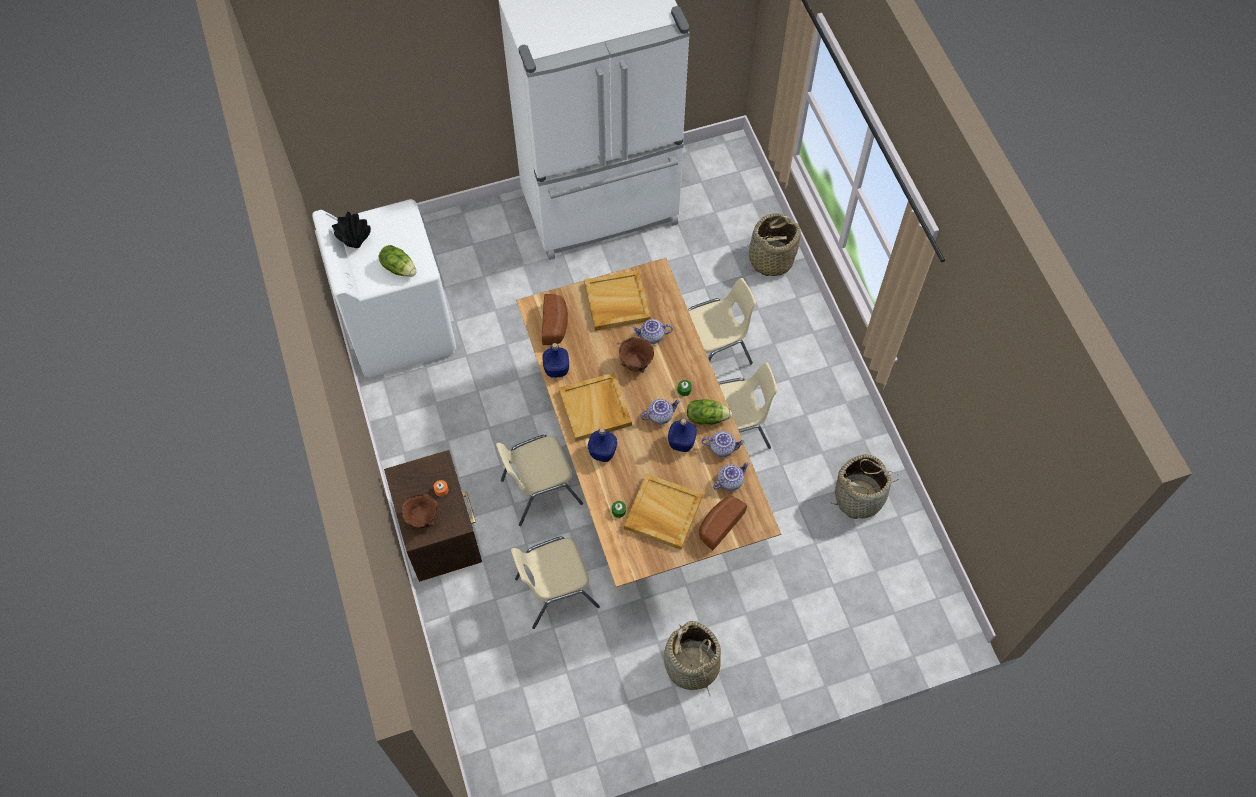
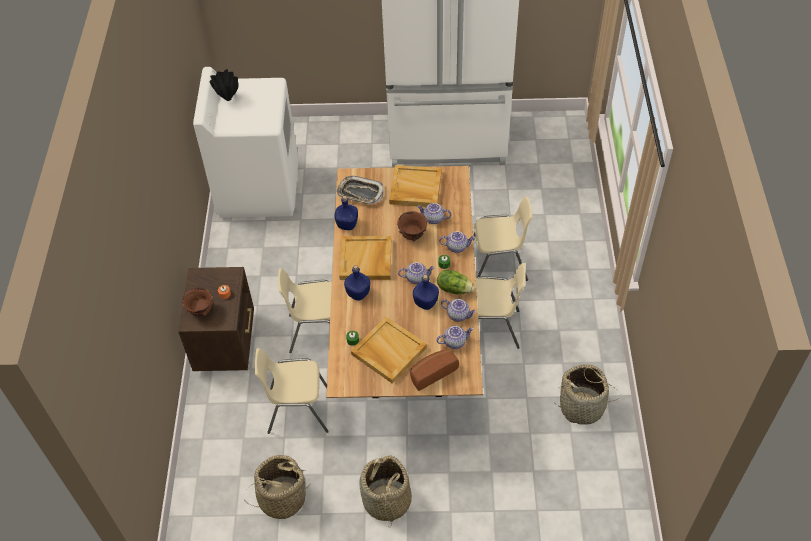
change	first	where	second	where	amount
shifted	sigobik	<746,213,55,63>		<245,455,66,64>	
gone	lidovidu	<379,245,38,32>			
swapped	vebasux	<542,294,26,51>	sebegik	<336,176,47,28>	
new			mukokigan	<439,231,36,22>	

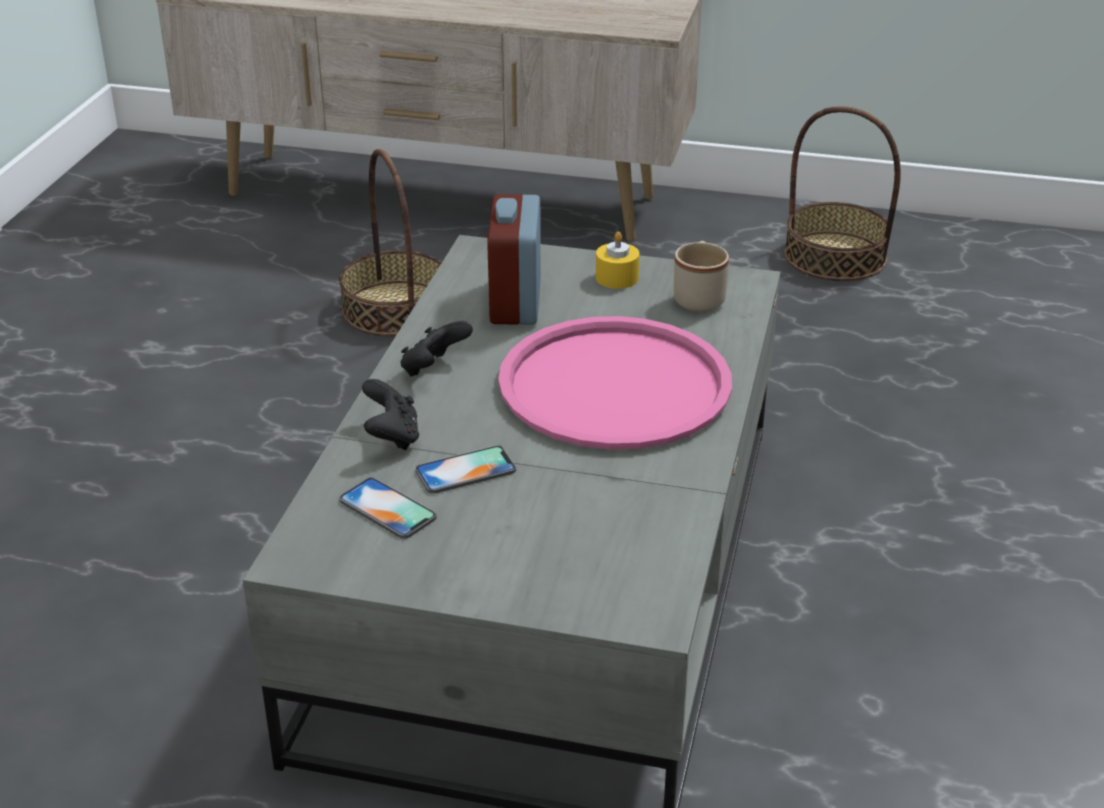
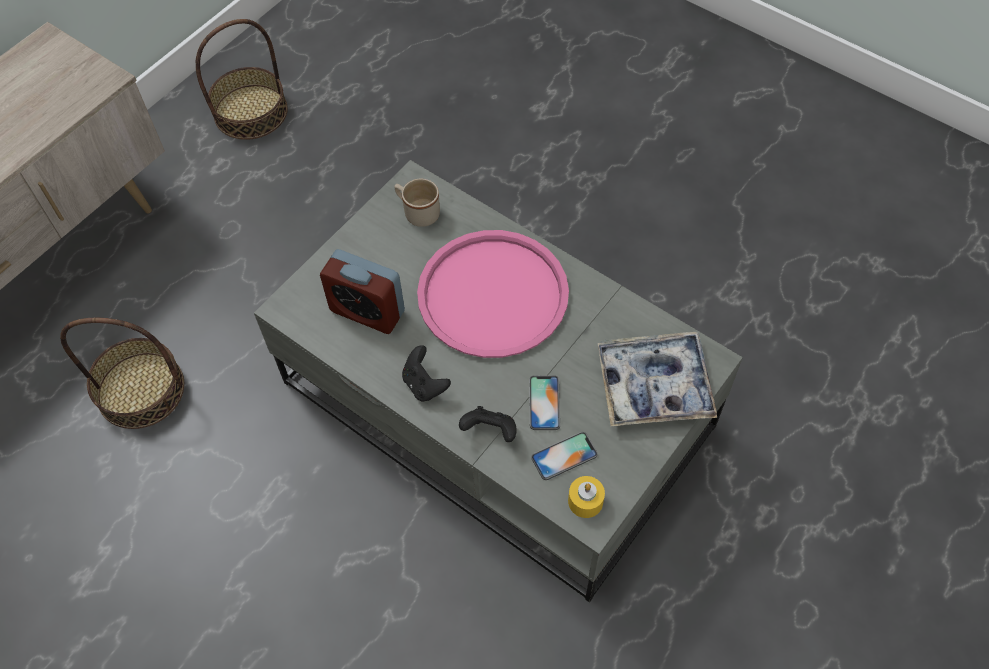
change	first	where	second	where	amount
shifted	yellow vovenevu	<596,231,44,58>		<568,476,37,42>	
new			sebegik	<597,332,120,94>	

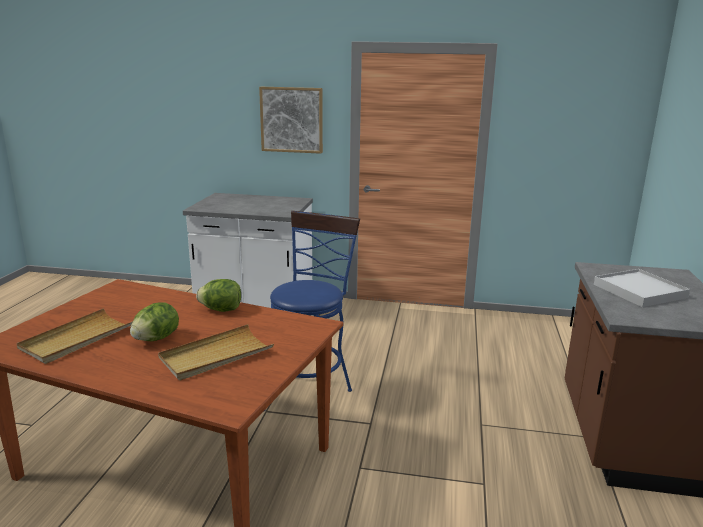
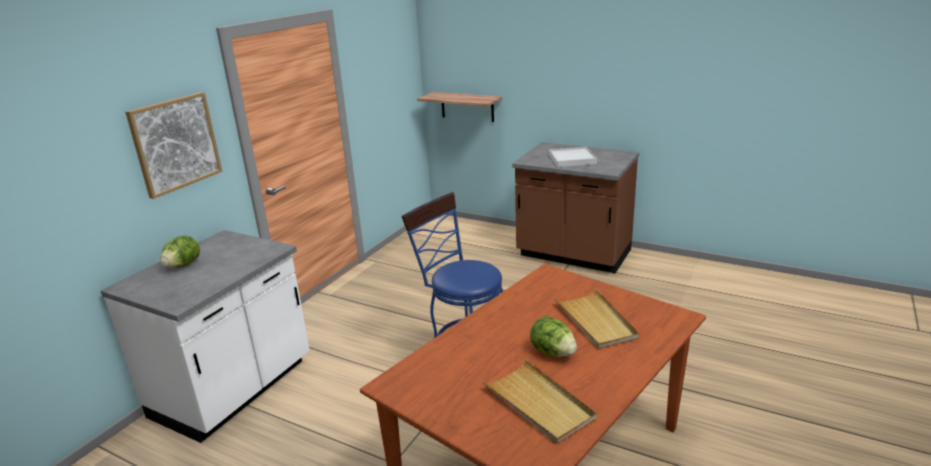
change	first	where	second	where	amount
shifted	lidovidu	<196,279,45,33>		<160,235,40,33>	
new			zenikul	<417,92,85,30>	

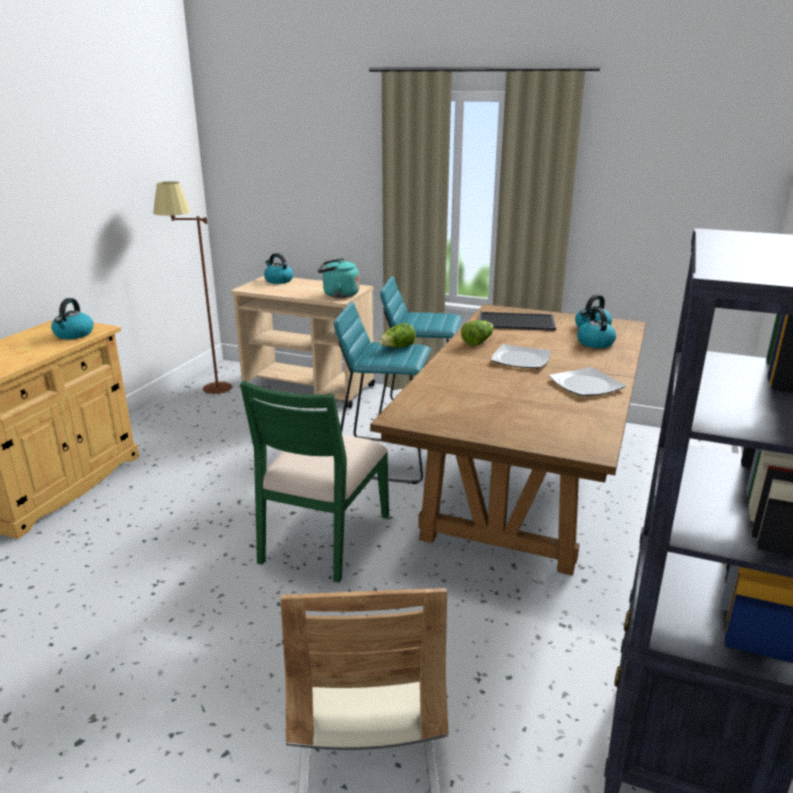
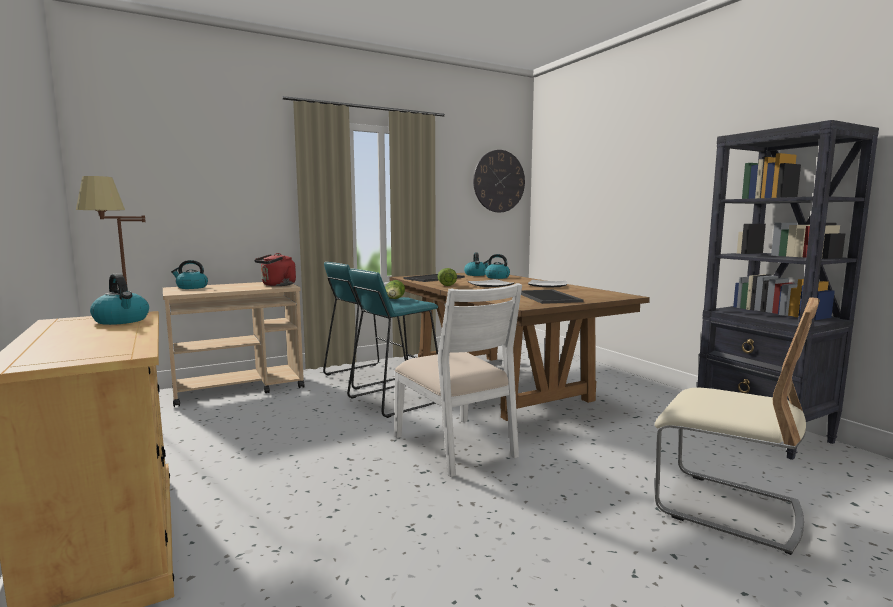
change	first	where	second	where	amount
repainted	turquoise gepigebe	<318,258,41,40>	red gepigebe	<254,253,42,33>	
repainted	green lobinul	<240,381,149,202>	white lobinul	<394,283,128,194>	
new			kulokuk	<473,150,52,62>	
new			sebegik	<521,290,62,14>	

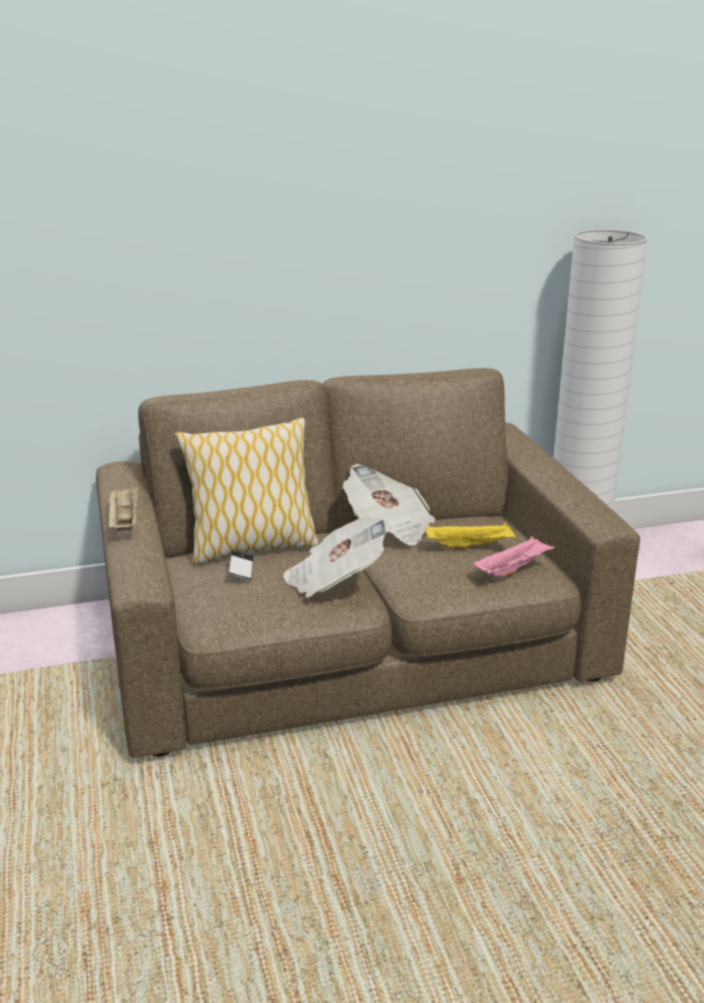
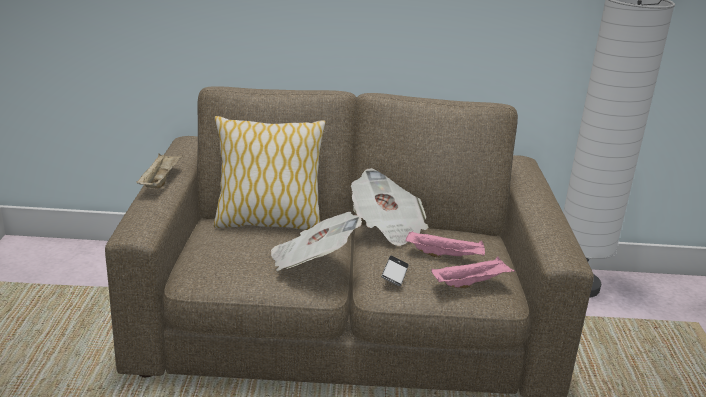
change	first	where	second	where	amount
repainted	yellow sebegik	<426,522,90,28>	pink sebegik	<406,231,79,27>	
shifted	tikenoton	<228,551,26,30>		<381,256,28,30>	

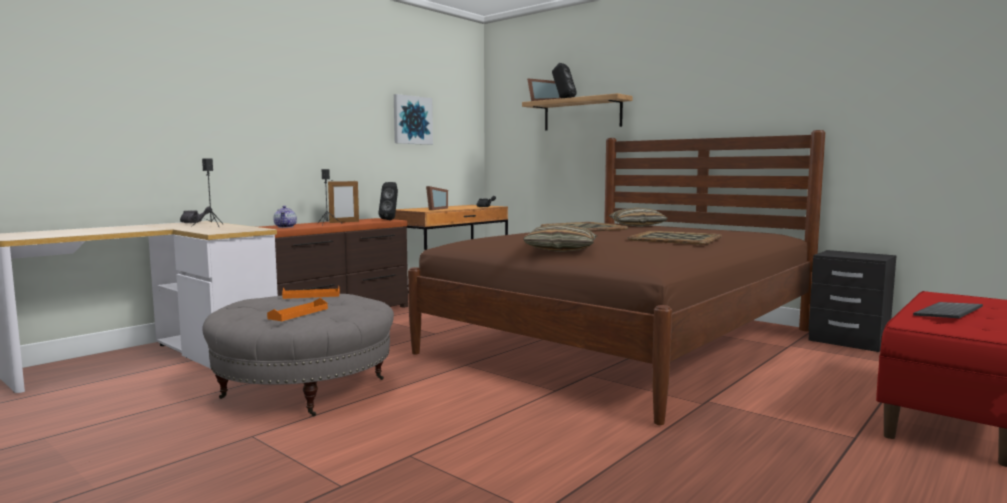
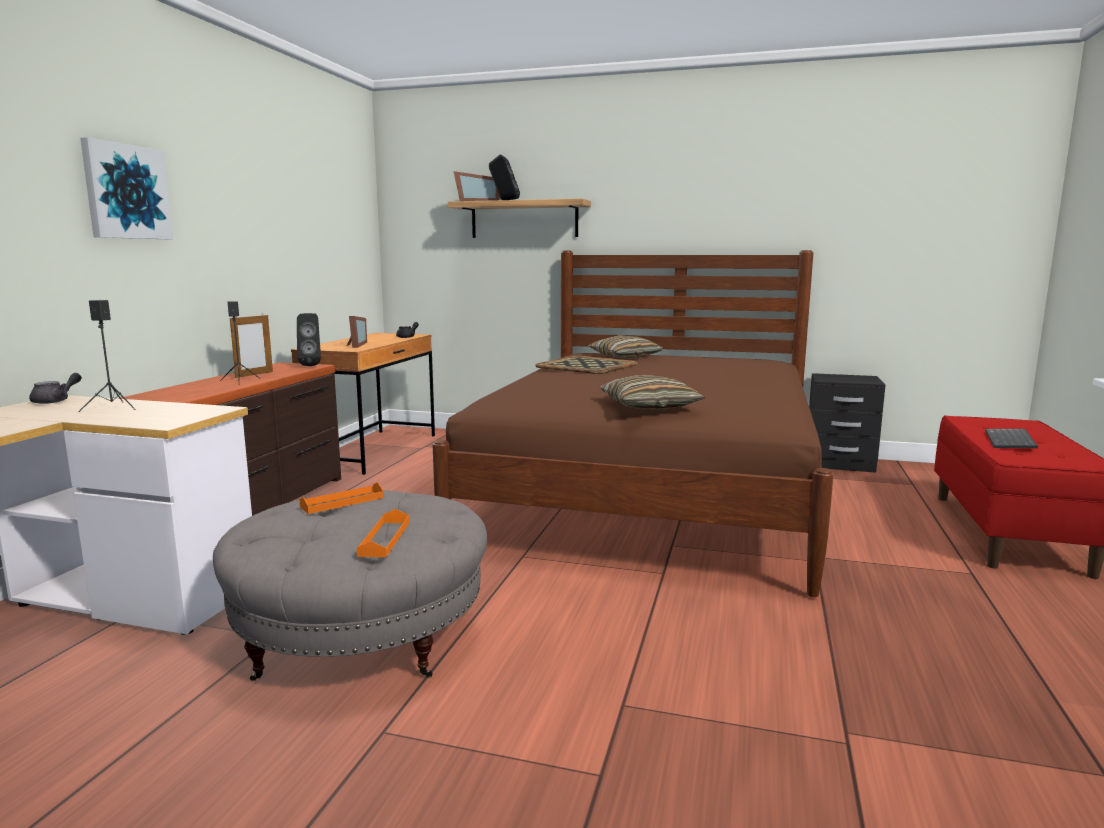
change	first	where	second	where	amount
shifted	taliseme	<394,94,39,51>		<80,137,93,102>	
gone	mukokigan	<273,206,24,22>			
gone	sebegik	<627,231,95,14>			

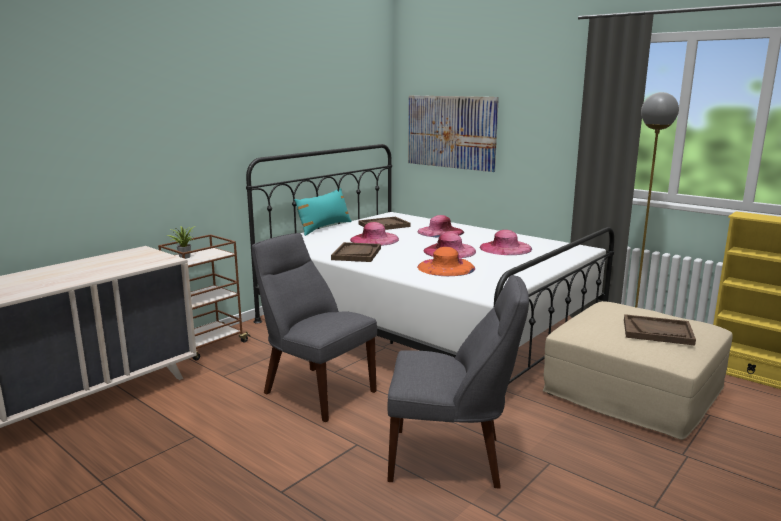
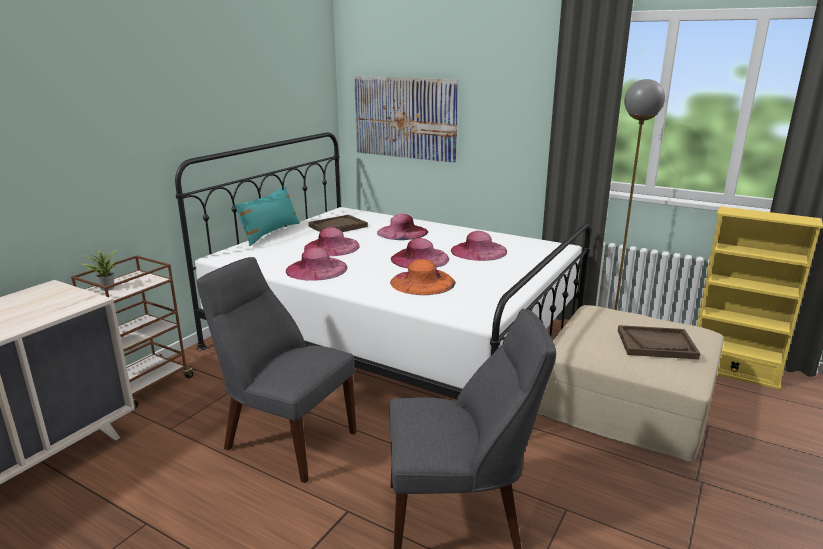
change	first	where	second	where	amount
swapped	brown sebegik	<331,242,50,20>	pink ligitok	<286,247,61,34>	

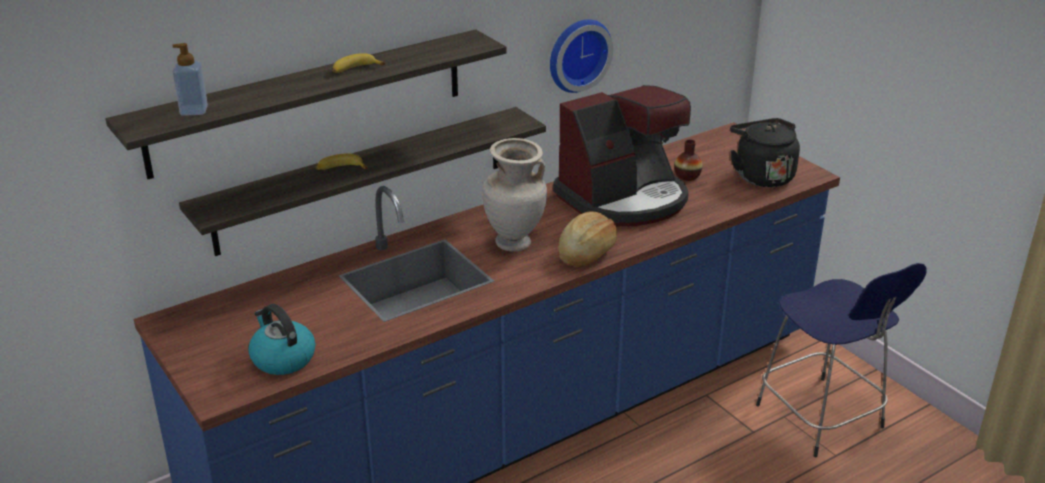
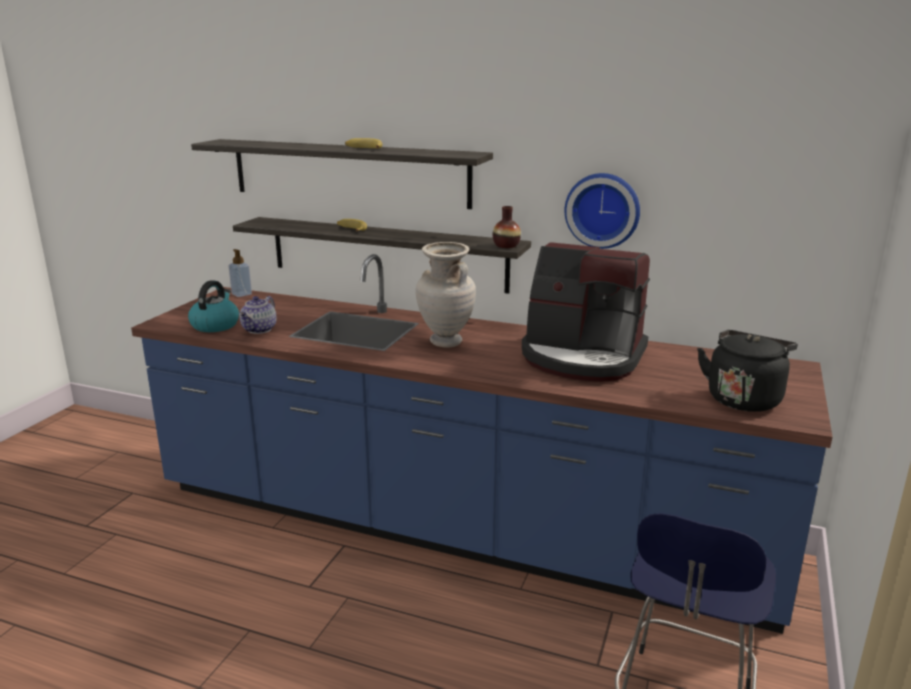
change	first	where	second	where	amount
shifted	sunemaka	<172,43,36,73>		<229,249,23,48>	
shifted	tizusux	<674,140,28,41>		<493,206,28,42>	
gone	vebasux	<558,211,59,56>			
new			mukokigan	<239,296,38,38>	

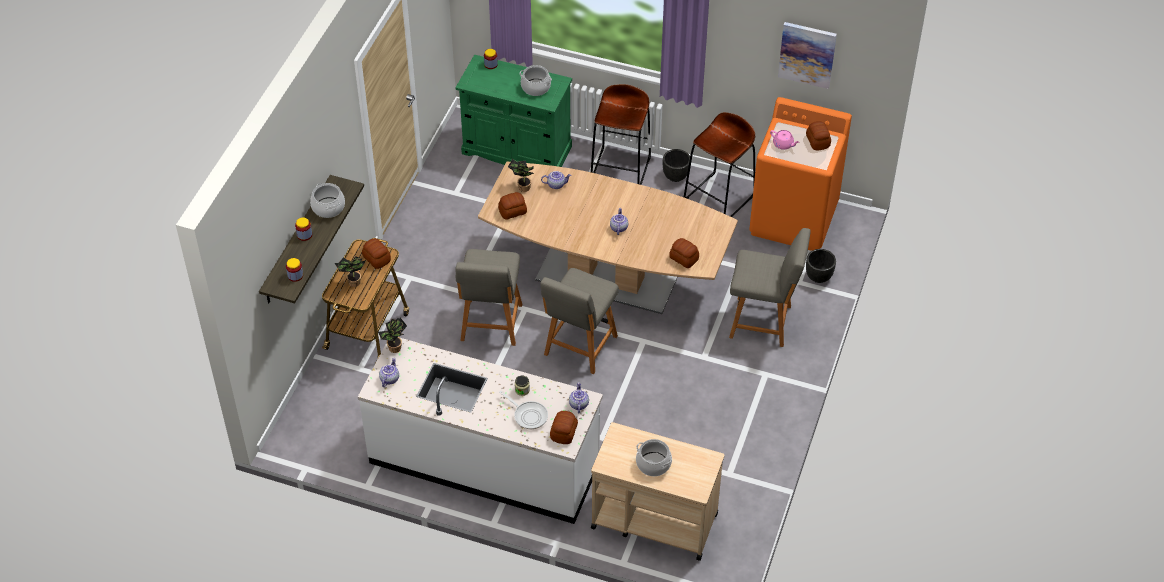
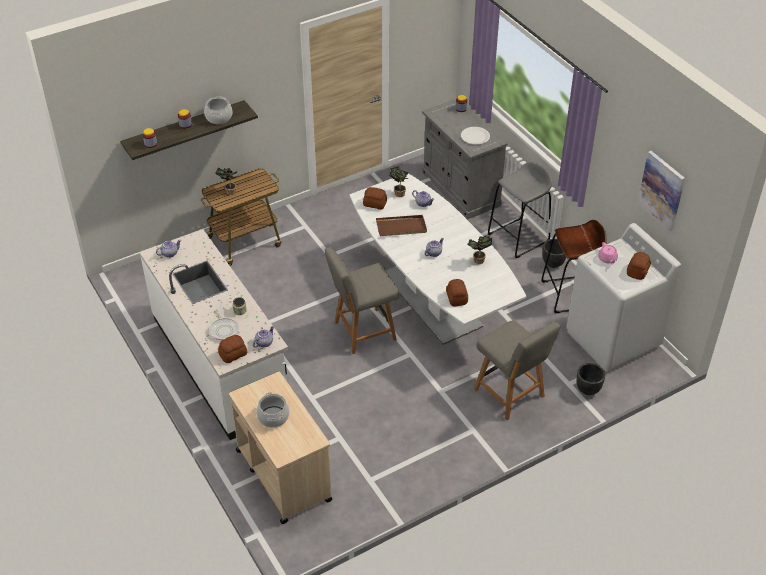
change	first	where	second	where	amount
repainted	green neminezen	<455,54,117,113>	grey neminezen	<422,99,86,120>	
swapped	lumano	<520,65,32,31>	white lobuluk	<461,127,29,18>	
repainted	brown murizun	<591,84,60,101>	grey murizun	<487,162,65,97>	
repainted	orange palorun	<749,97,103,154>	white palorun	<566,223,115,149>	
repainted	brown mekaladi	<478,162,260,152>	white mekaladi	<349,173,178,172>	
gone	vebasux	<362,239,29,30>			
gone	grey lobinul	<455,249,67,97>			
shifted	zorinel	<378,317,29,36>		<468,235,24,29>	
new			brown sebegik	<376,215,51,21>	

